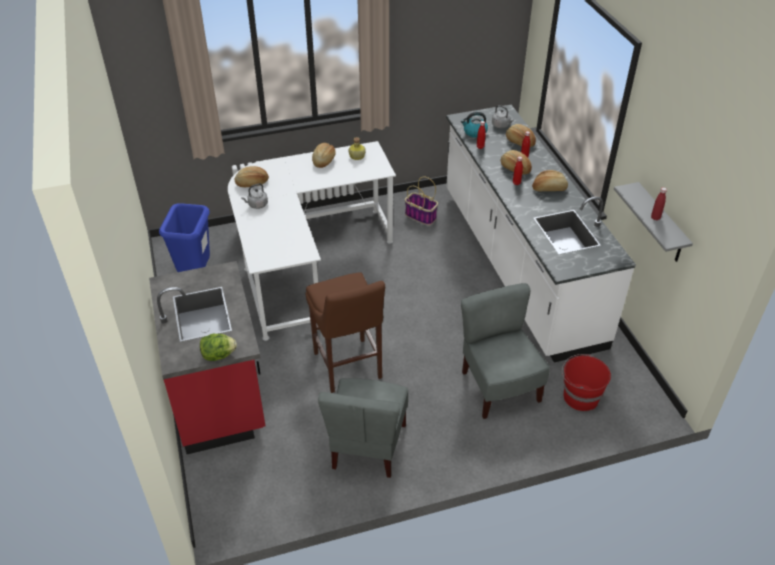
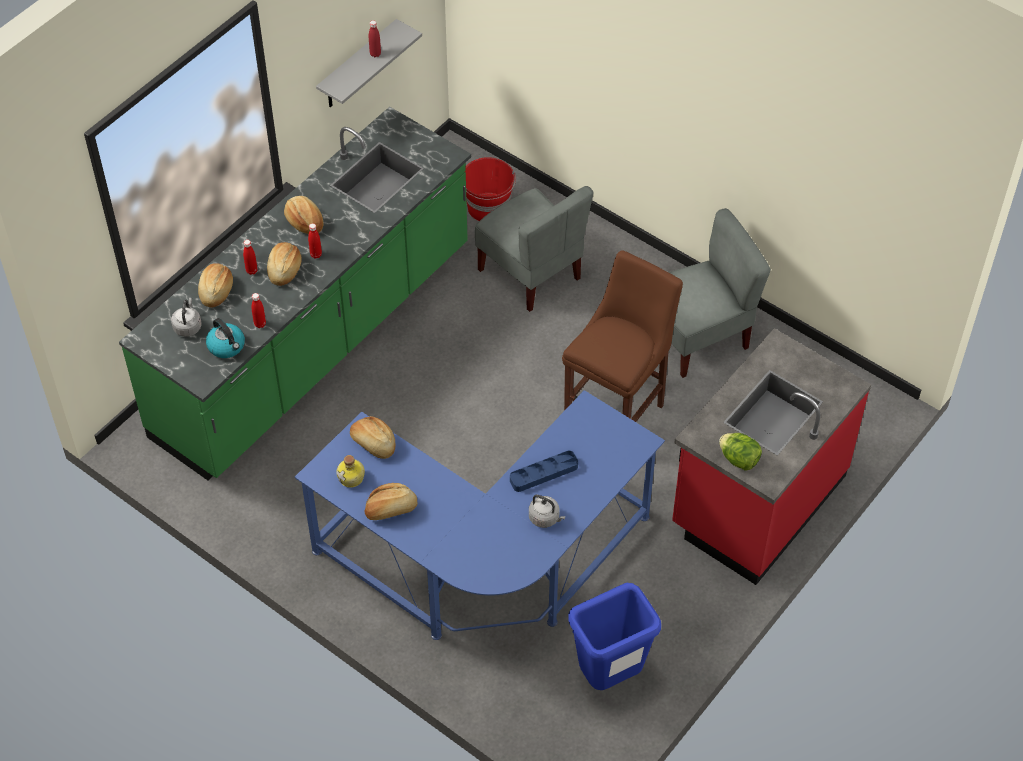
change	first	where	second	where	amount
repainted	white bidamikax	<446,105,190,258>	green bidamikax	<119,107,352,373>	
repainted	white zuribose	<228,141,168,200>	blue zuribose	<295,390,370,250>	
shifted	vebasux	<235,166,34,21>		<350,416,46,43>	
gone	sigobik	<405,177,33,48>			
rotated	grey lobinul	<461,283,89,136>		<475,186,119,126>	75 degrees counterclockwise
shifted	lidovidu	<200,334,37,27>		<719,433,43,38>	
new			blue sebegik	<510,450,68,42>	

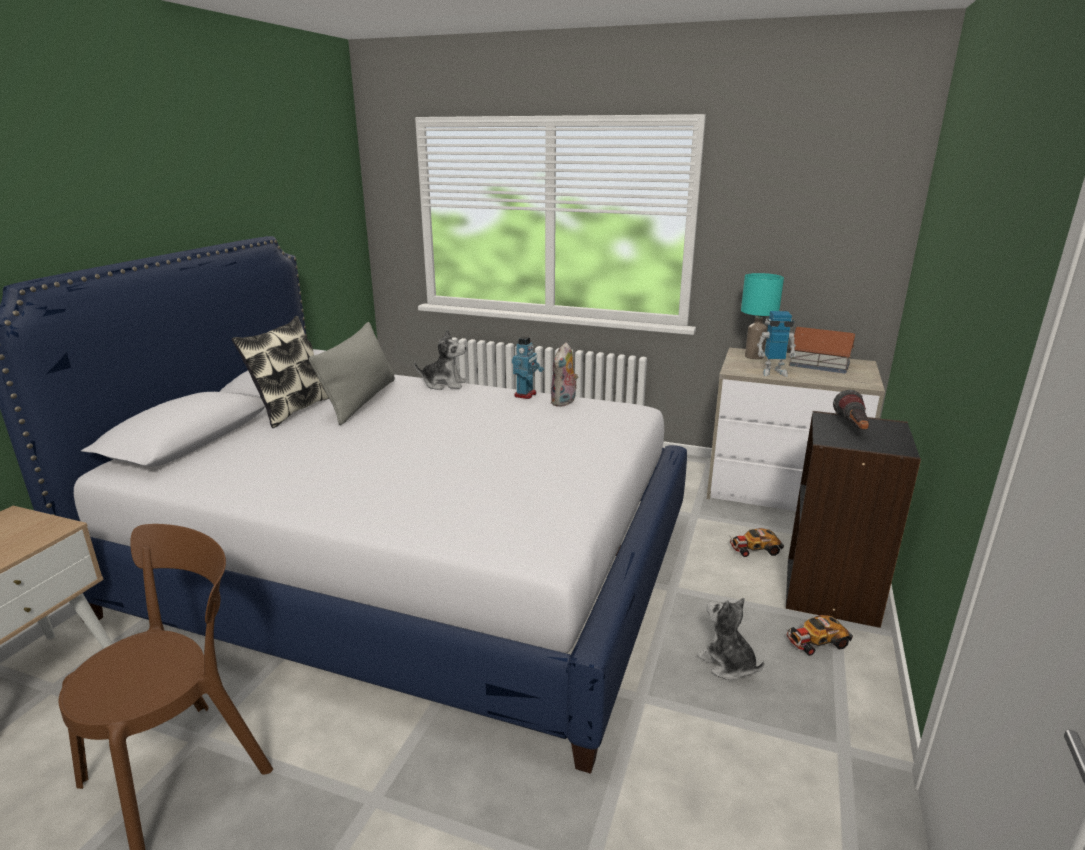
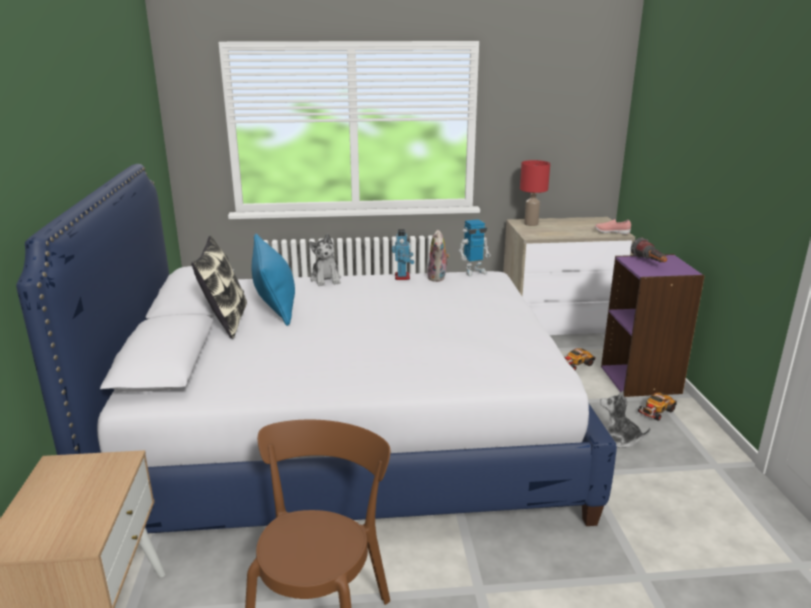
change	first	where	second	where	amount
repainted	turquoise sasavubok	<741,273,43,86>	red sasavubok	<520,160,30,66>	
shifted	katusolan	<757,311,40,66>		<459,219,32,57>	
repainted	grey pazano	<309,322,86,103>	blue pazano	<252,234,43,92>	
gone	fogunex	<789,327,66,47>			
rotated	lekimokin	<414,329,52,61>		<309,234,32,52>	90 degrees clockwise
repainted	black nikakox	<786,411,135,217>	purple nikakox	<601,254,104,143>	
new			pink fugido	<595,219,36,15>	

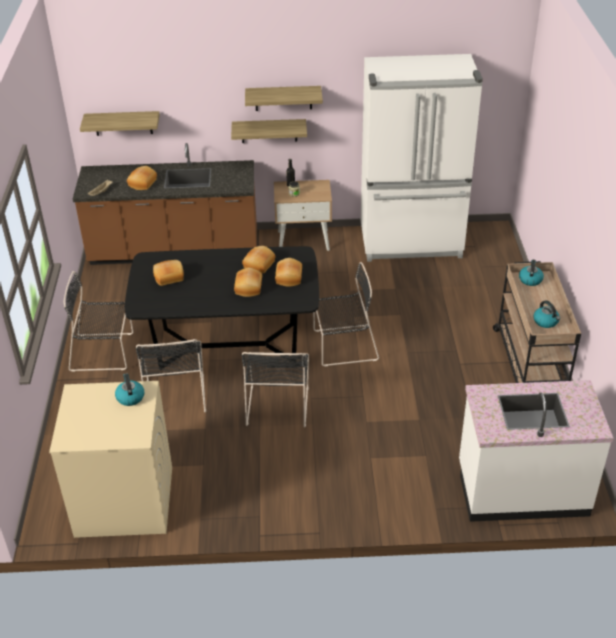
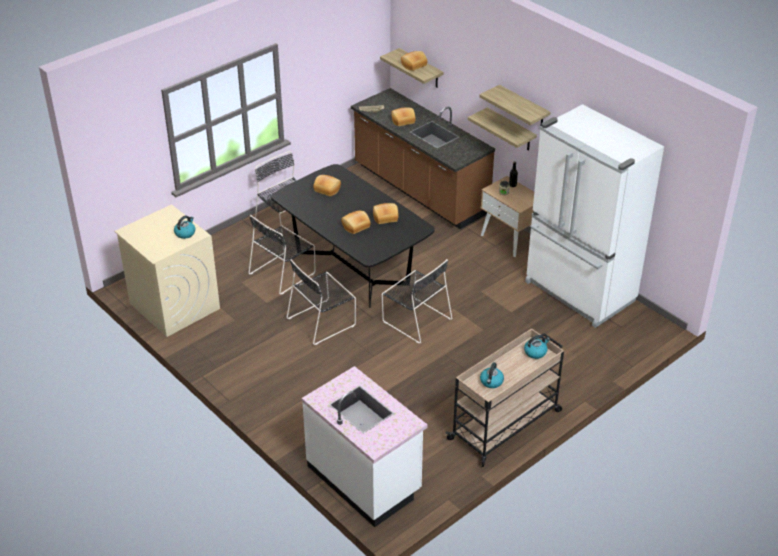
change	first	where	second	where	amount
shifted	vebasux	<275,258,27,29>		<401,51,27,20>	

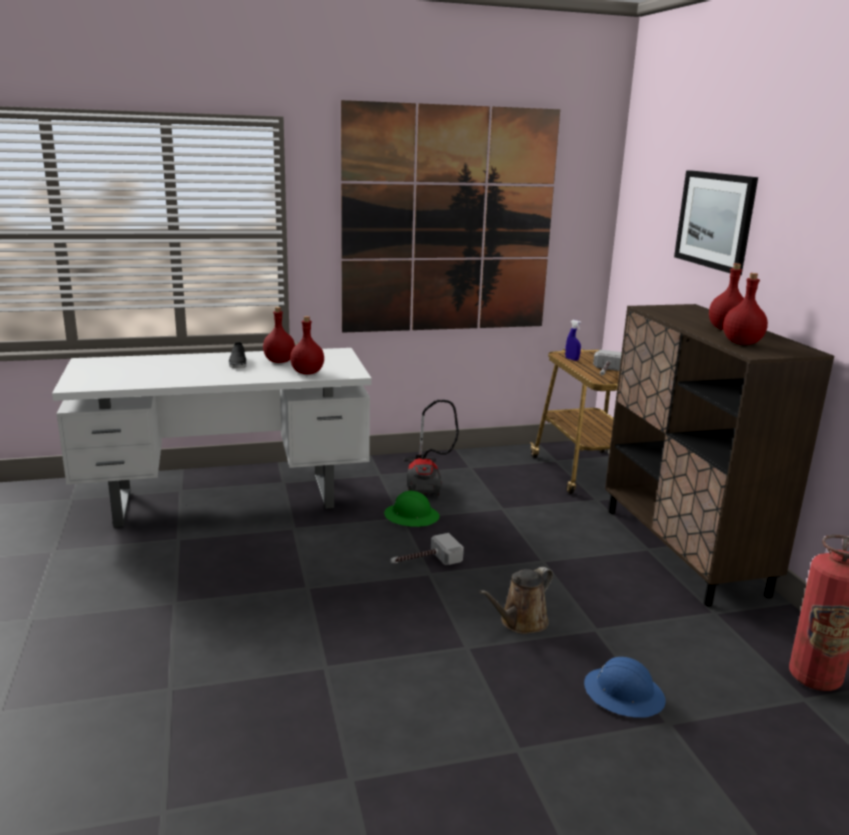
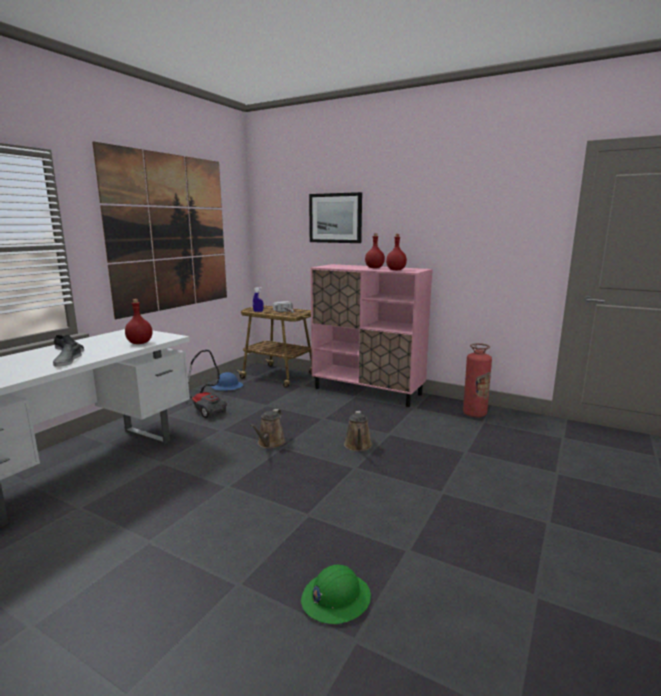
change	first	where	second	where	amount
repainted	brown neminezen	<605,304,229,303>	pink neminezen	<310,264,122,143>	
gone	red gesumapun	<263,307,32,56>			
shifted	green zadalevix	<384,491,56,36>		<301,565,70,59>	
swapped	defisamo	<390,533,74,32>	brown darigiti	<250,409,36,40>	
shifted	blue zadalevix	<584,657,82,61>		<211,372,32,19>	
new			grey fugido	<53,342,29,24>	

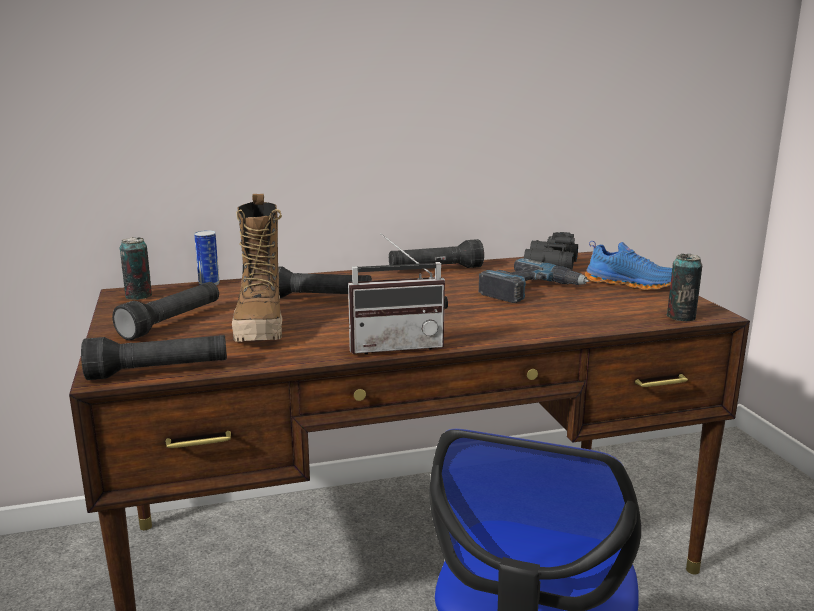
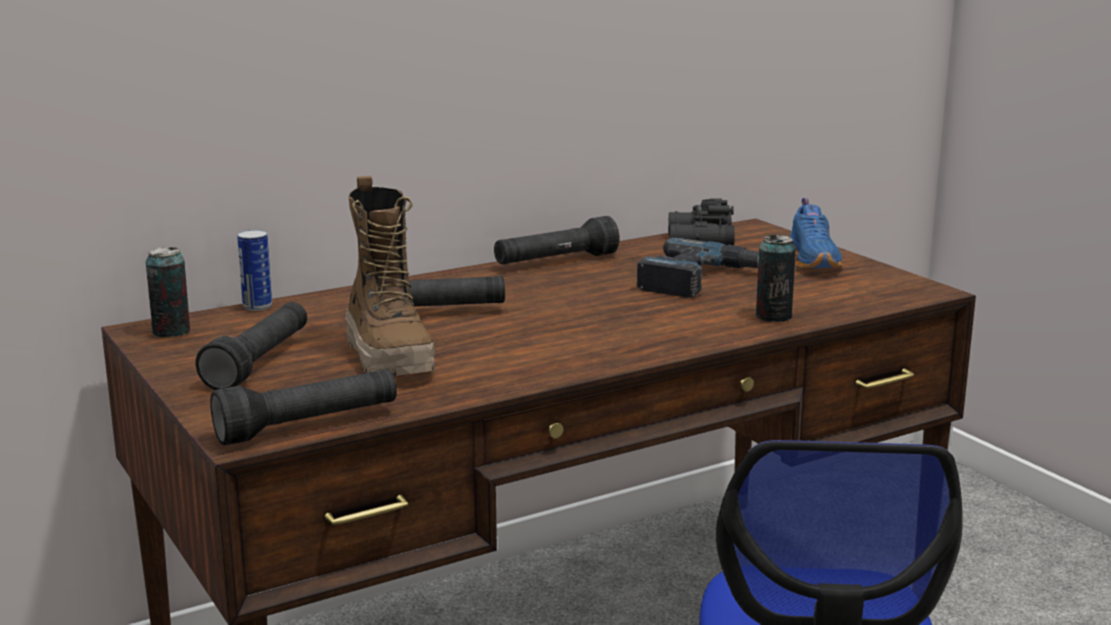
change	first	where	second	where	amount
gone	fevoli	<348,233,100,121>			
rotated	blue fugido	<585,241,87,49>		<790,198,53,70>	75 degrees clockwise
shifted	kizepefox	<667,254,35,67>		<756,234,40,88>	

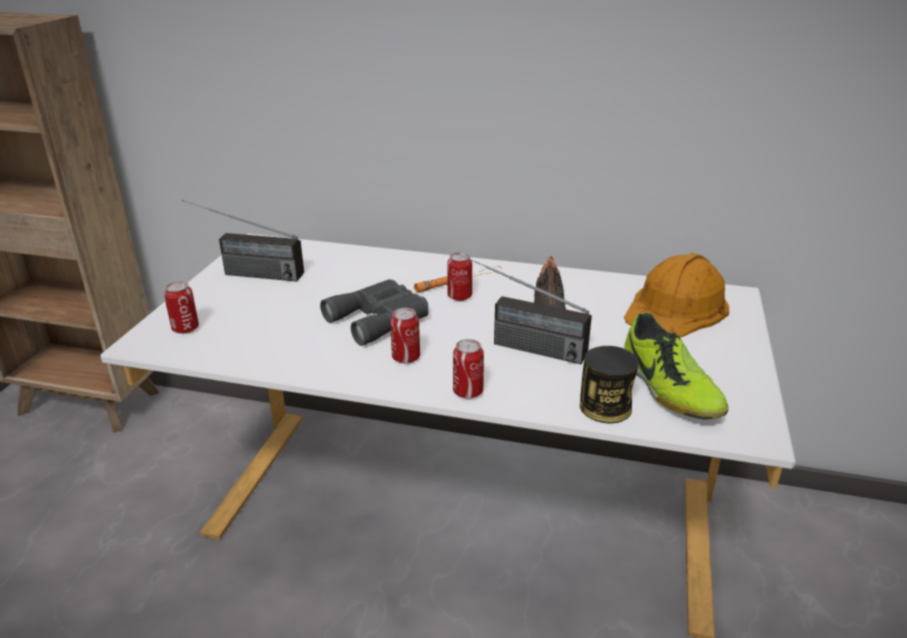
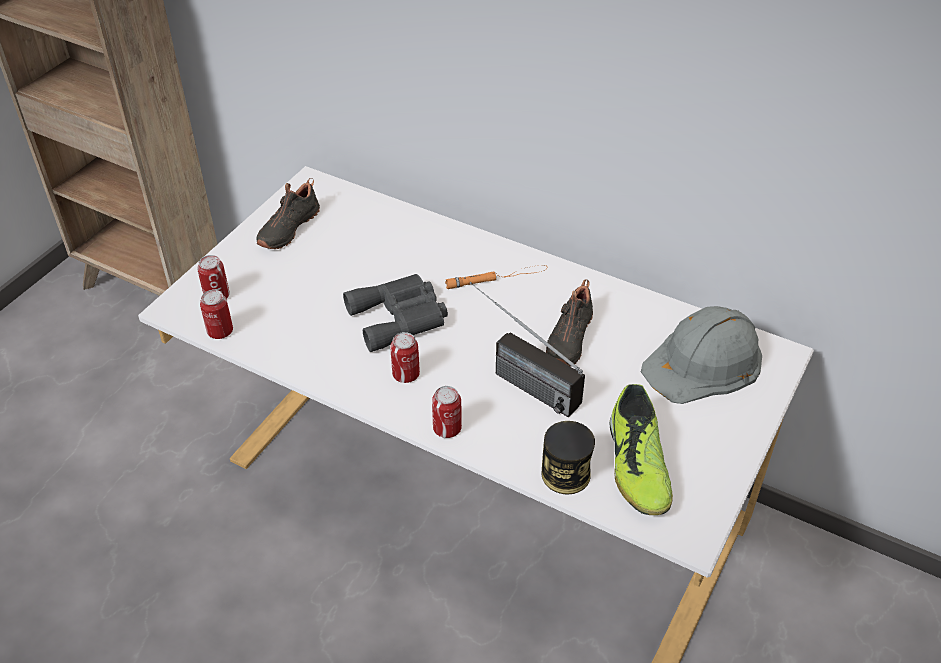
change	first	where	second	where	amount
swapped	fevoli	<182,200,122,82>	black fugido	<257,178,63,71>	
shifted	kizepefox	<447,252,25,49>		<200,290,33,49>	
repainted	orange zadalevix	<624,253,105,85>	grey zadalevix	<641,306,121,98>	

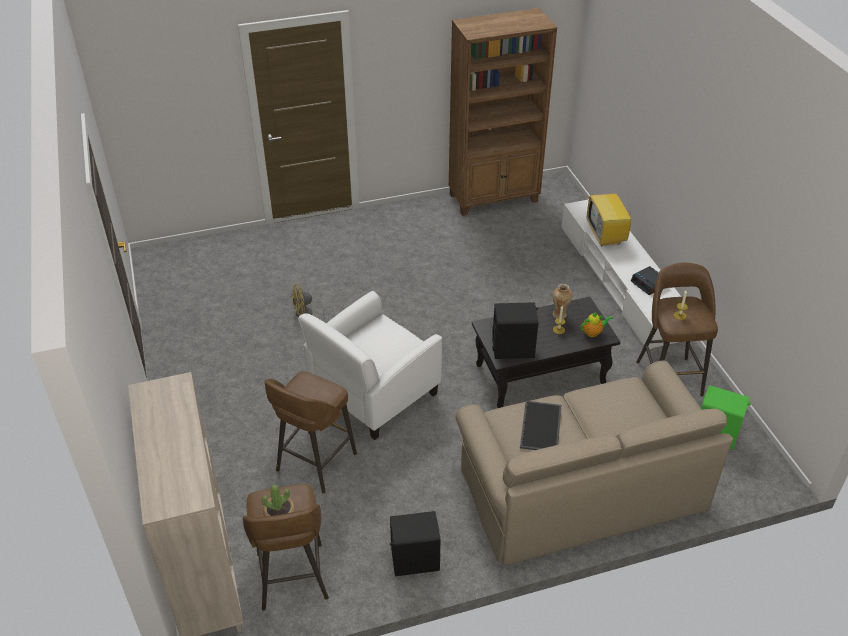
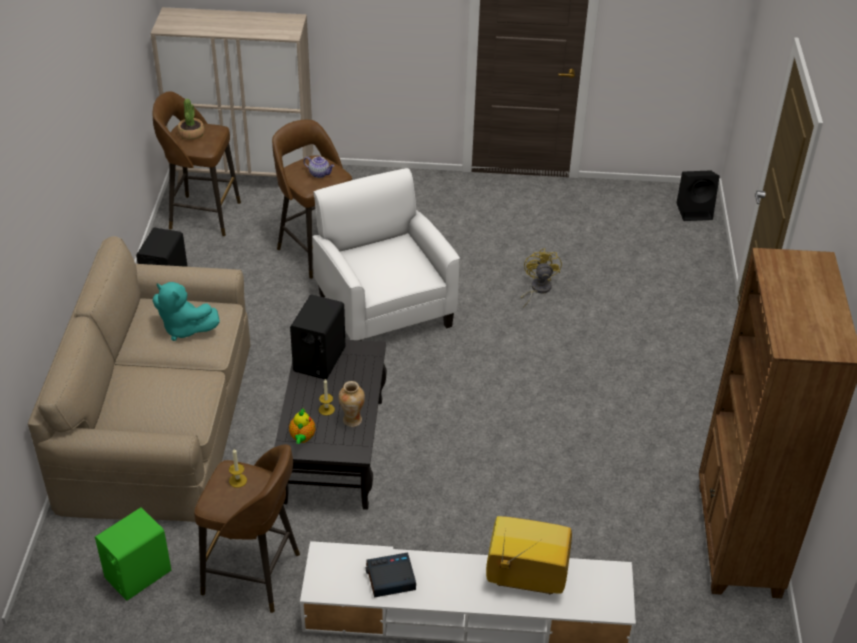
change	first	where	second	where	amount
swapped	sebegik	<520,401,42,49>	turquoise lekimokin	<153,282,67,59>	
new			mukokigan	<303,157,31,21>	
new			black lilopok	<677,170,43,51>	

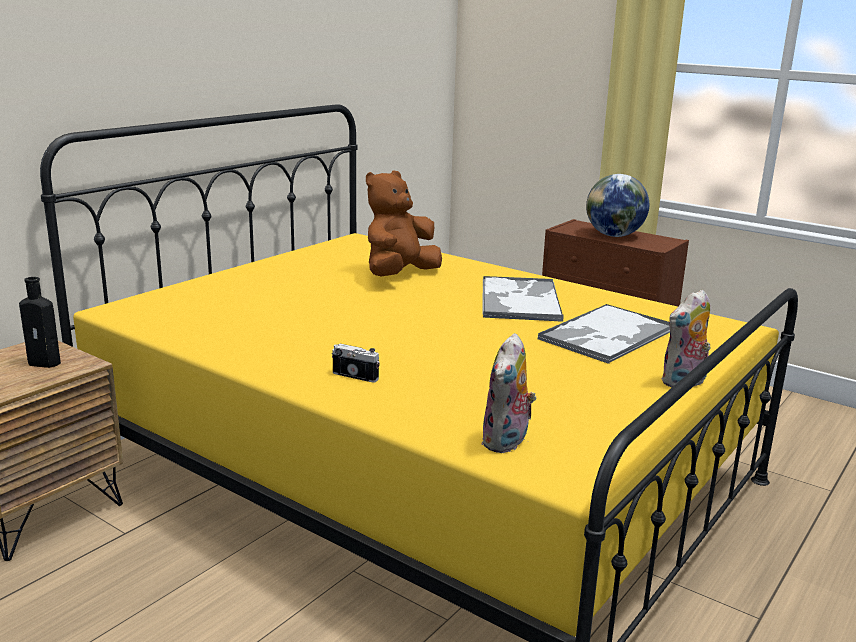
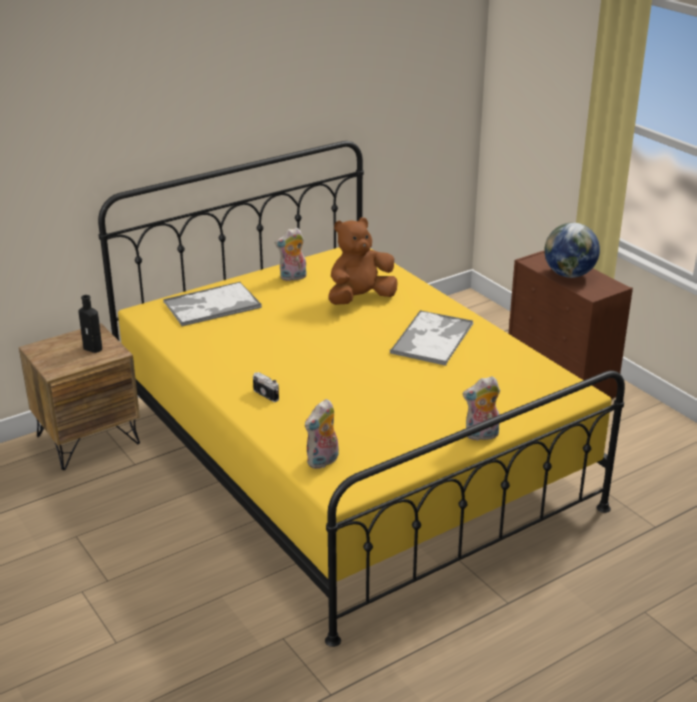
change	first	where	second	where	amount
shifted	sebegik	<537,304,133,60>		<163,282,99,45>	
new			lekimokin	<275,227,32,54>	

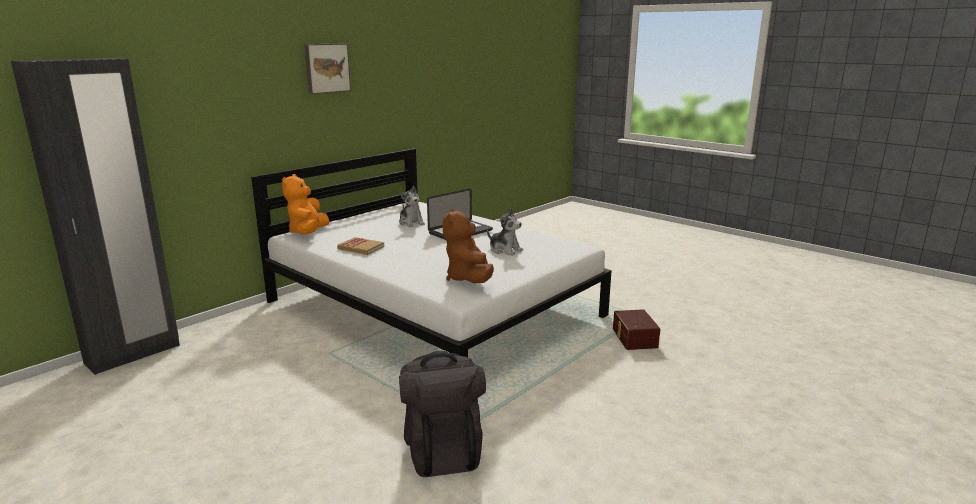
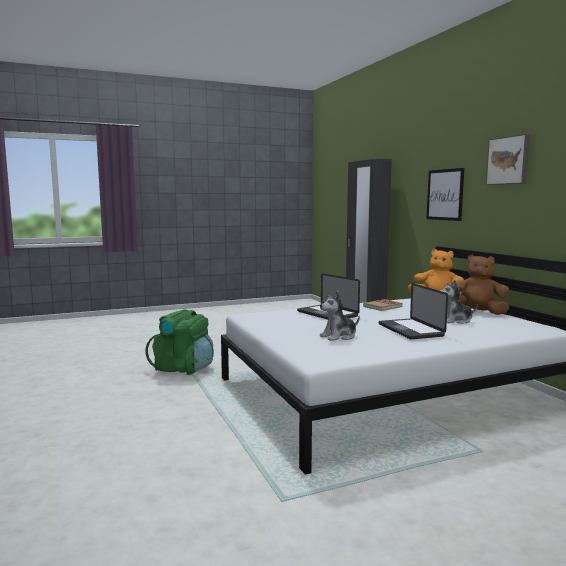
change	first	where	second	where	amount
shifted	brown lekimokin	<443,208,51,75>		<456,254,54,61>	
gone	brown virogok	<613,309,47,41>			
repainted	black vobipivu	<399,351,87,126>	green vobipivu	<146,309,68,66>	
new			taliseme	<426,168,38,53>	
new			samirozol	<297,273,63,47>	

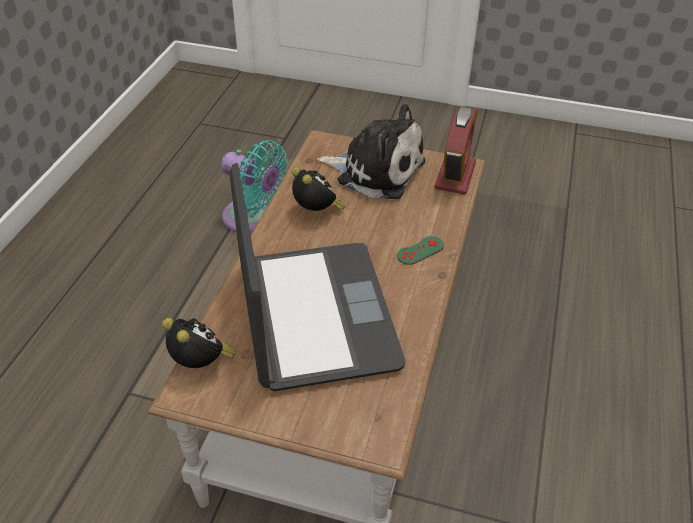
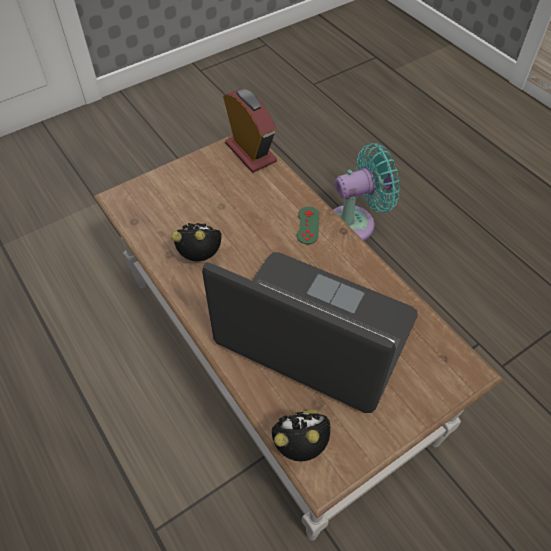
change	first	where	second	where	amount
gone	lekimokin	<317,104,108,95>			
shifted	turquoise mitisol	<221,140,66,93>		<333,143,67,98>	

